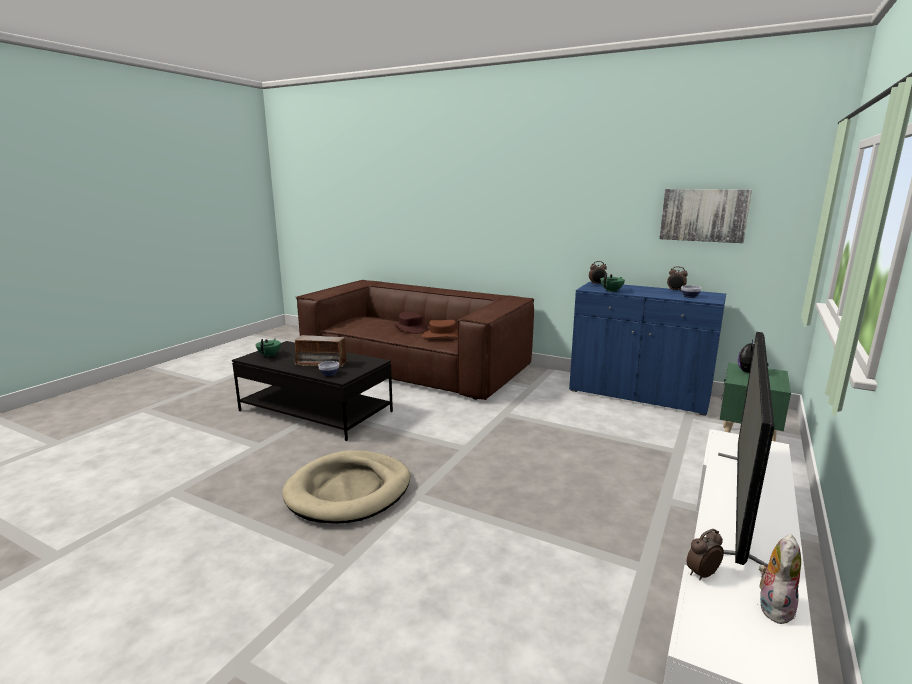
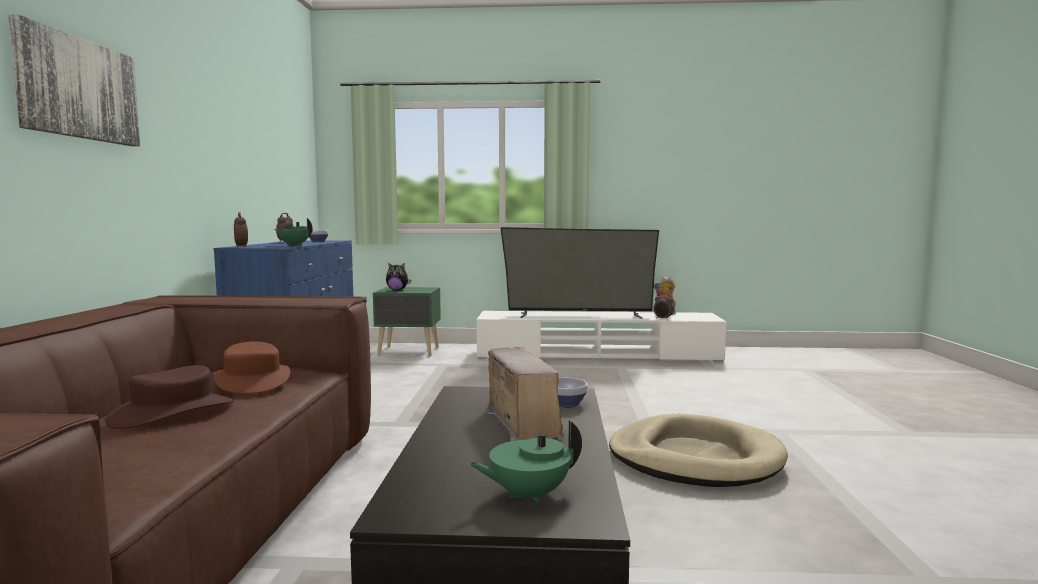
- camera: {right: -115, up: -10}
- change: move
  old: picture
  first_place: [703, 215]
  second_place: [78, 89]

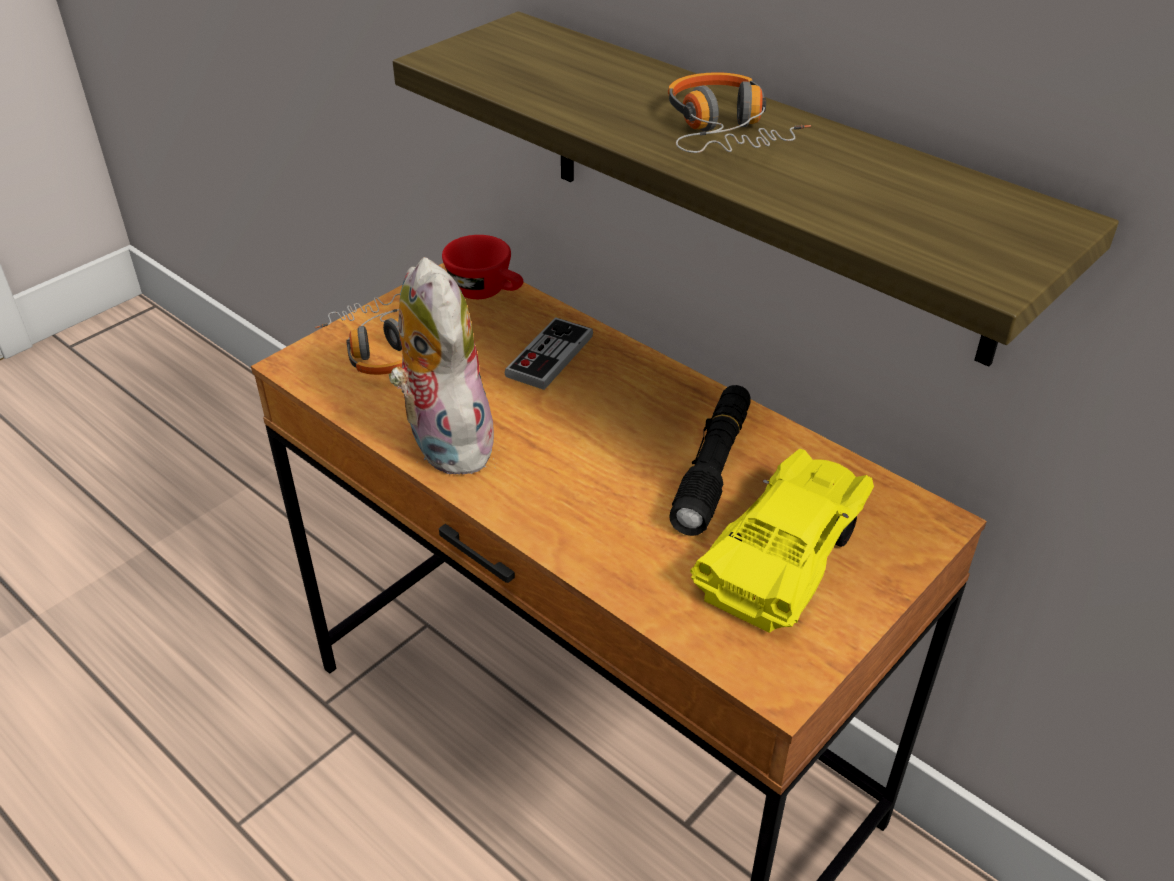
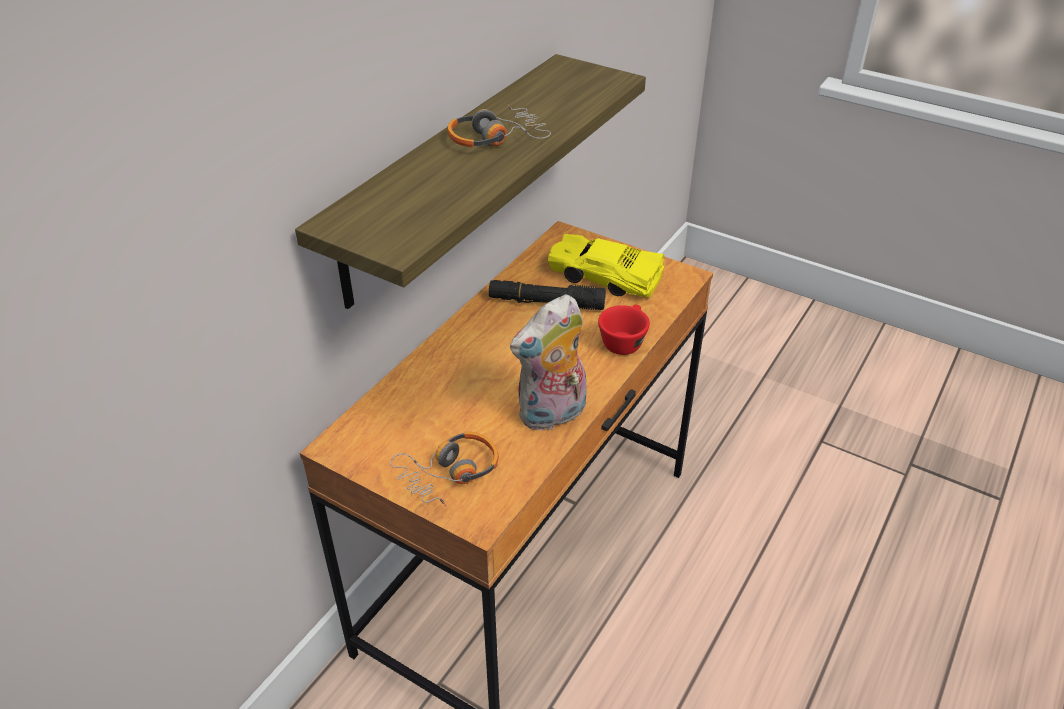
- camera: {right: -100, up: 0}
- change: move
  old: cup/red
  first_place: [487, 292]
  second_place: [623, 341]
- change: delete
  old: game controller
  first_place: [549, 356]

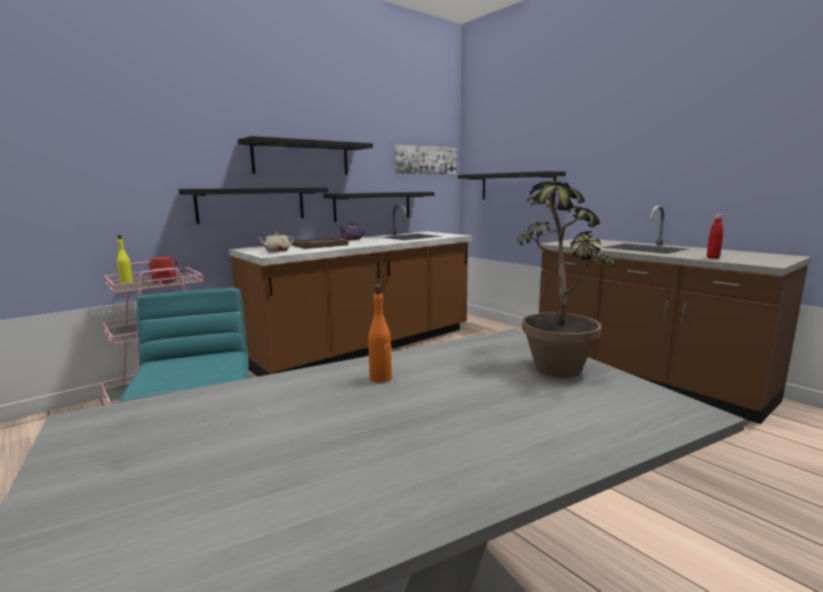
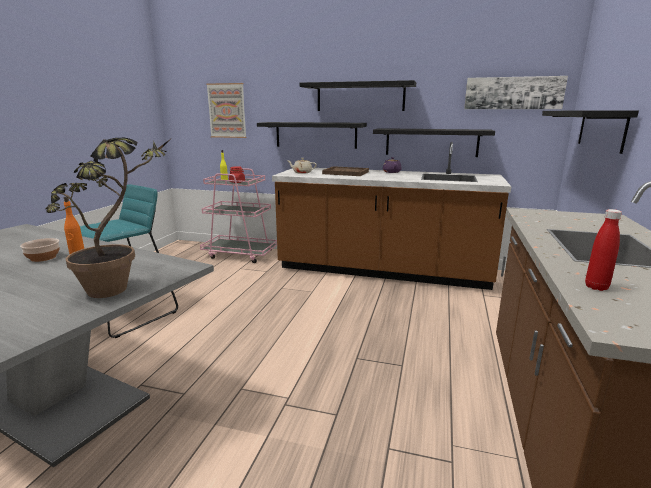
- camera: {right: 55, up: 5}
- change: insert
  new: bowl
  second_place: [44, 257]
- change: insert
  new: picture
  second_place: [227, 111]

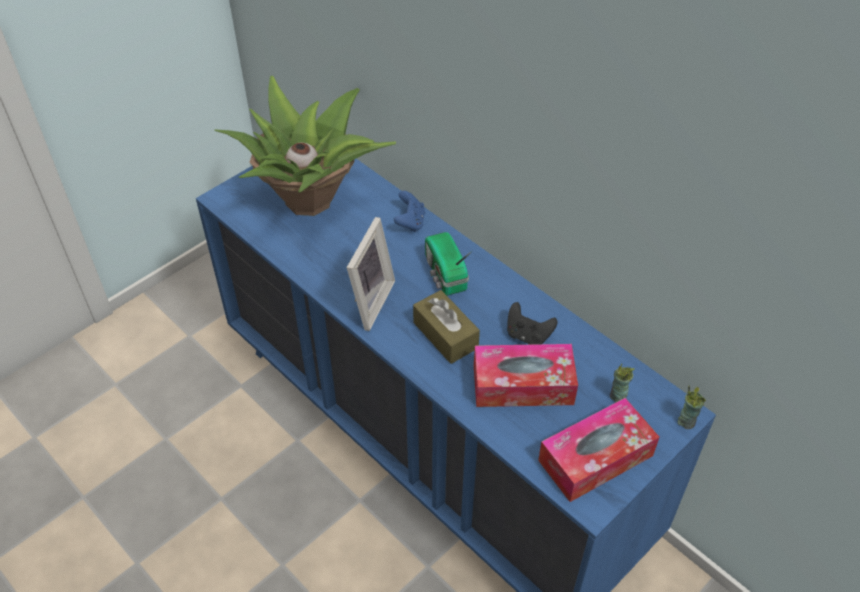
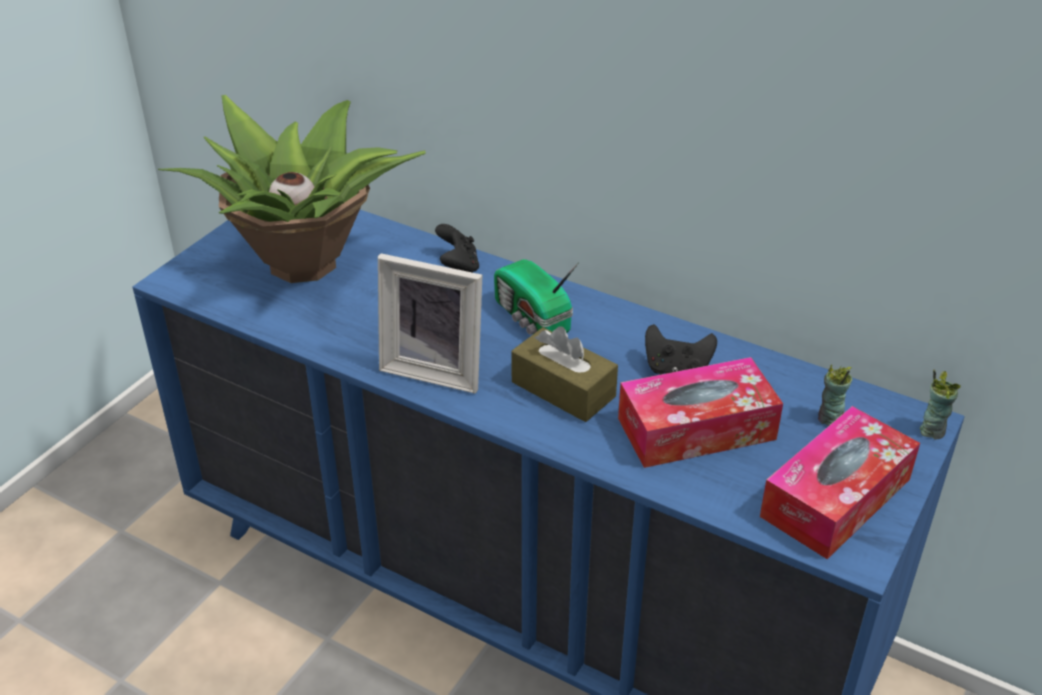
- camera: {right: -15, up: -10}
- change: rotate
  old: picture frame
  first_place: [367, 301]
  second_place: [435, 368]
  degrees: 105
- change: recolor
  old: game controller/blue
  new: game controller/black
  first_place: [410, 222]
  second_place: [458, 267]

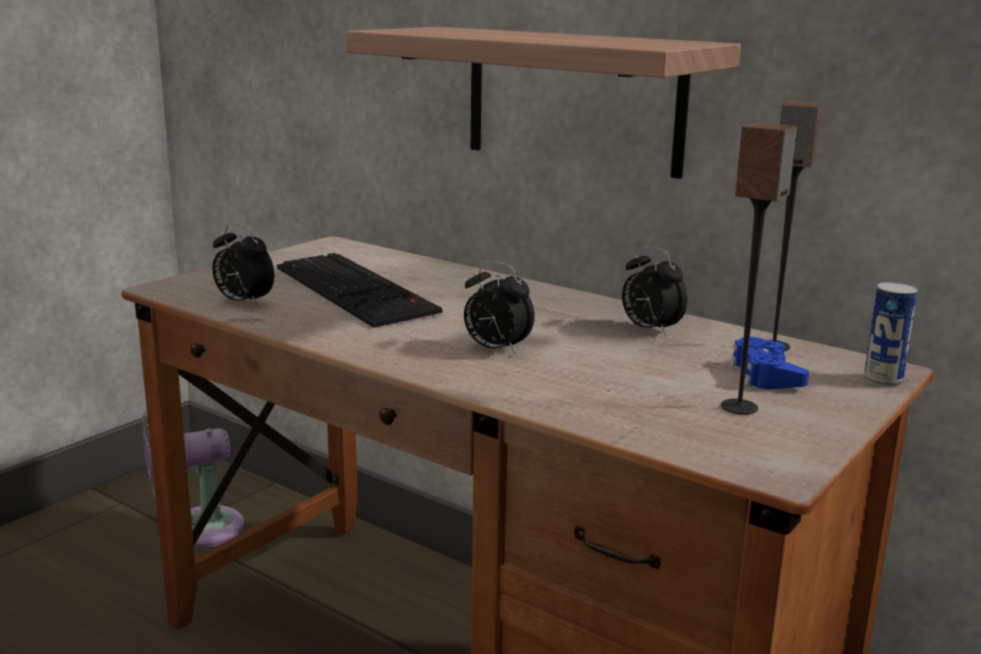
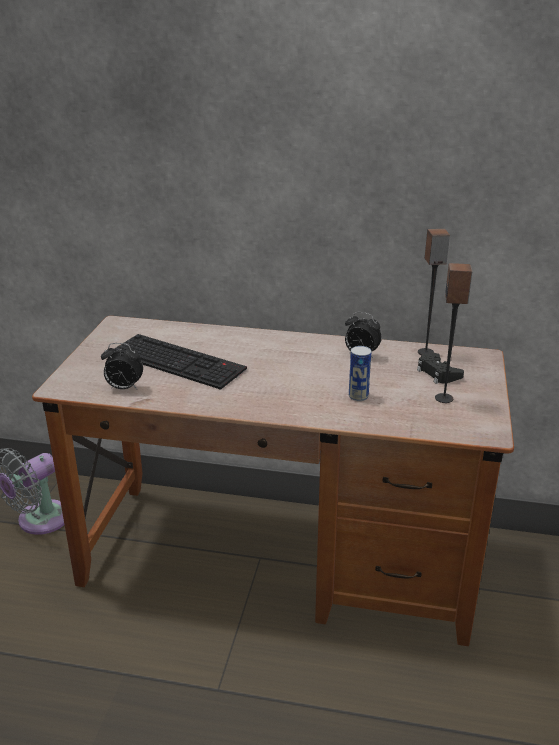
- camera: {right: -25, up: 10}
- change: move
  old: can
  first_place: [883, 380]
  second_place: [358, 396]
- change: recolor
  old: game controller/blue
  new: game controller/black
  first_place: [766, 375]
  second_place: [438, 373]
- change: delete
  old: shelf
  first_place: [573, 99]
- change: delete
  old: alarm clock
  first_place: [496, 350]

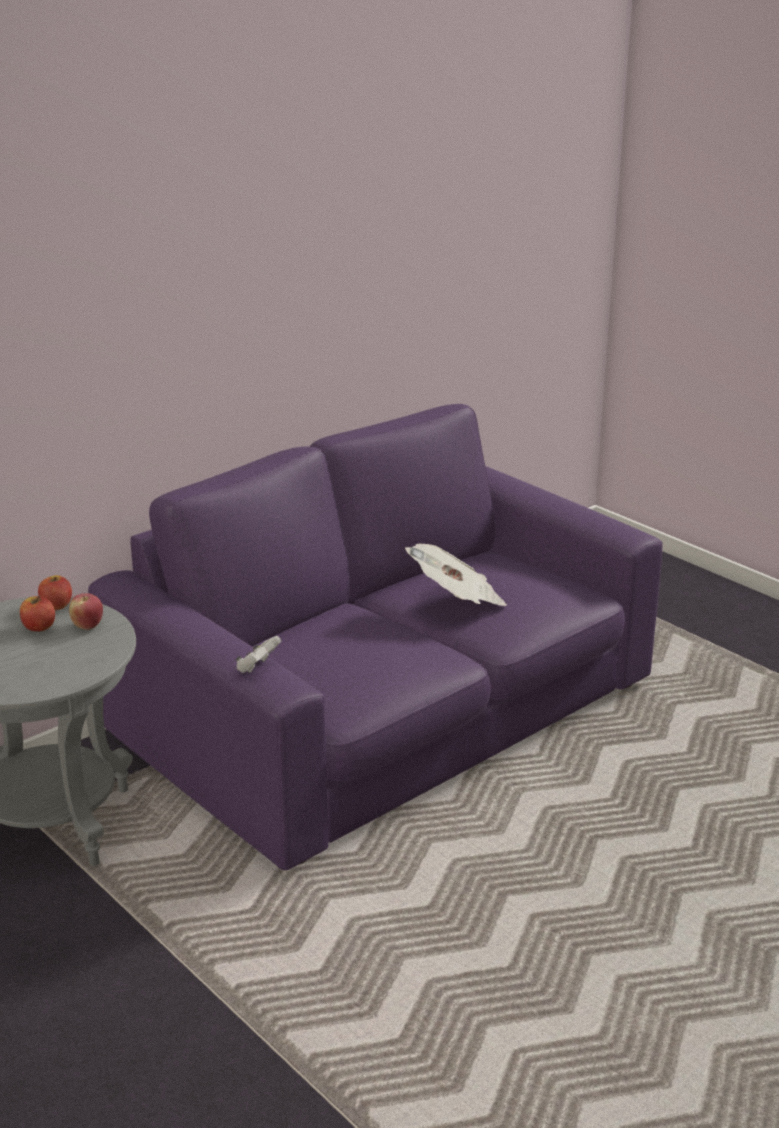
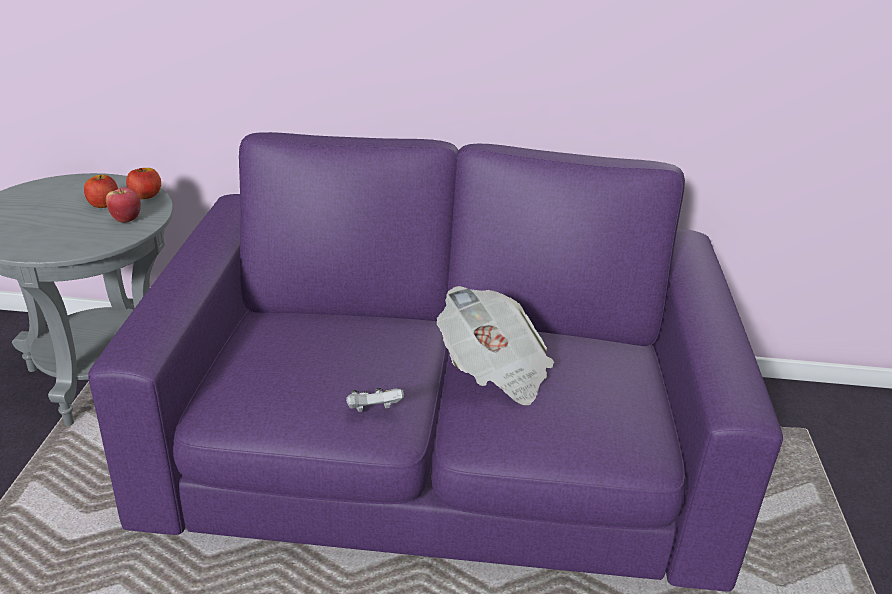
- camera: {right: 45, up: 5}
- change: move
  old: game controller/white
  first_place: [257, 667]
  second_place: [373, 411]

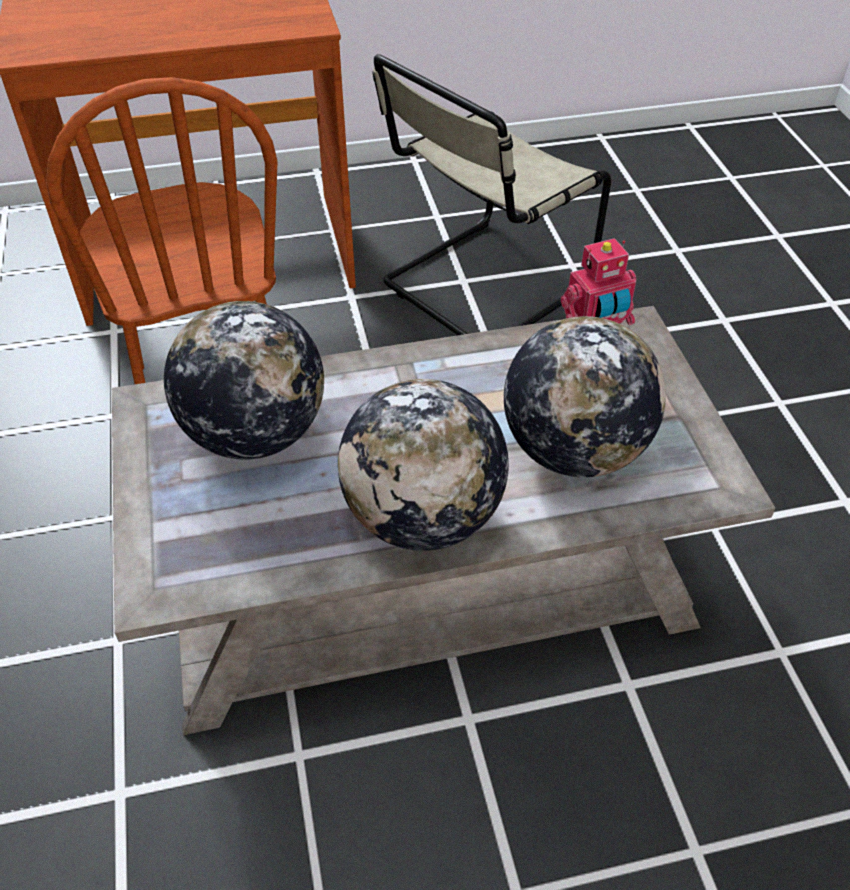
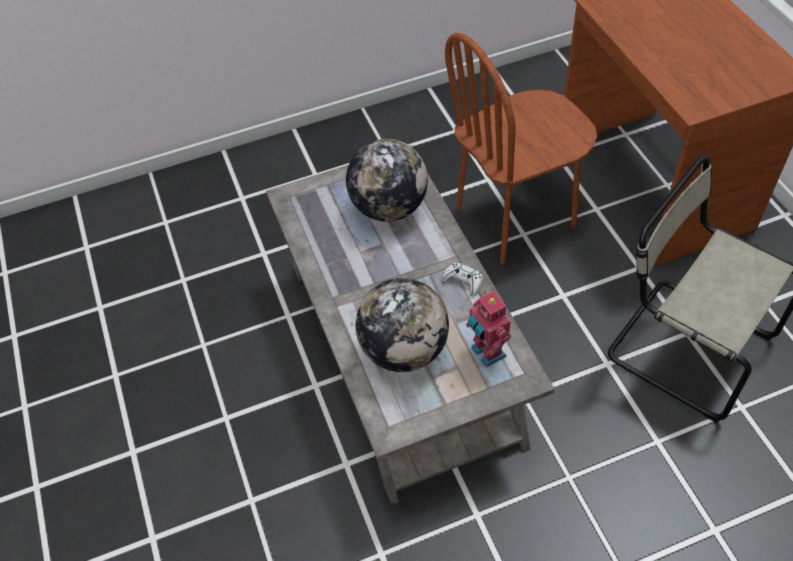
- camera: {right: 85, up: 5}
- change: insert
  new: game controller/white
  second_place: [463, 282]
- change: delete
  old: globe
  first_place: [423, 517]

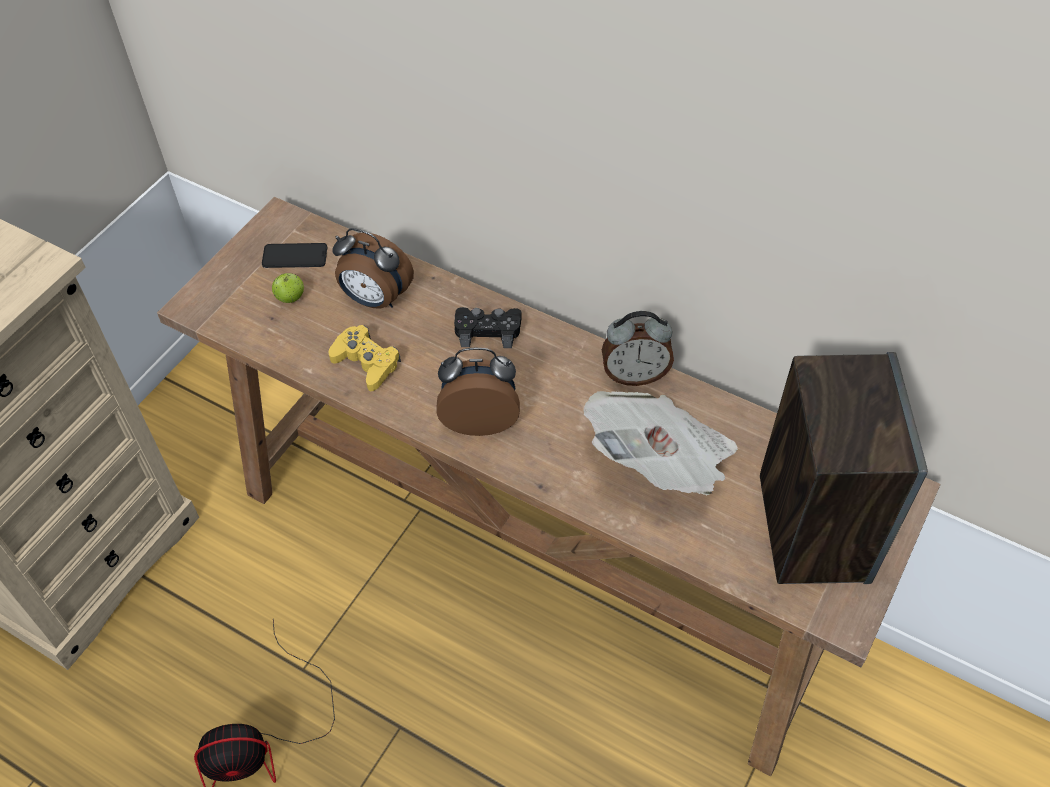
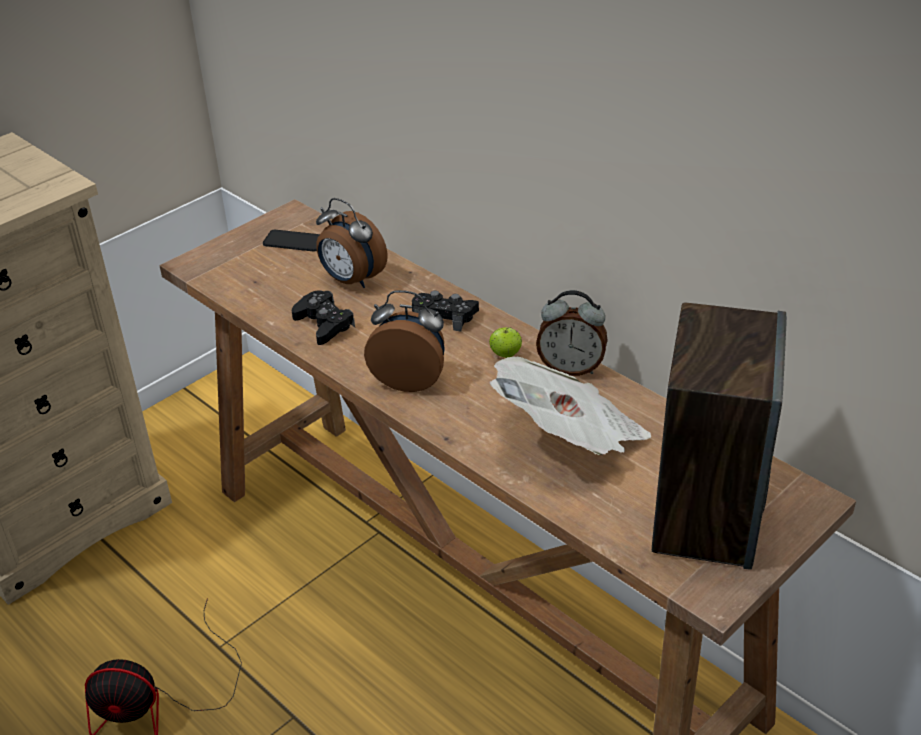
- camera: {right: 15, up: -15}
- change: recolor
  old: game controller/yellow
  new: game controller/black
  first_place: [366, 362]
  second_place: [324, 324]
- change: move
  old: apple
  first_place: [290, 298]
  second_place: [505, 354]

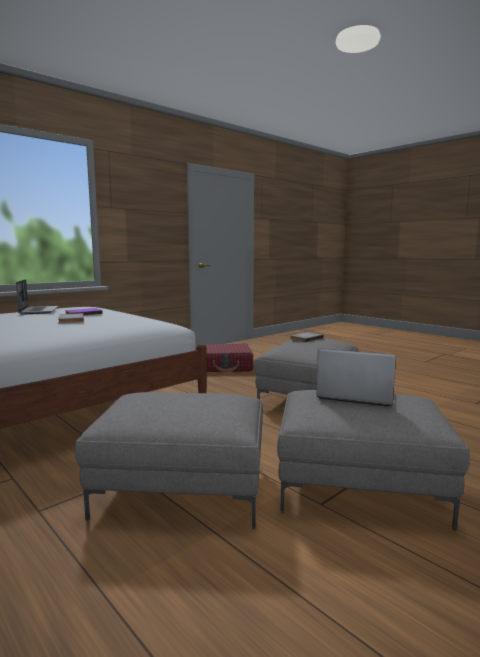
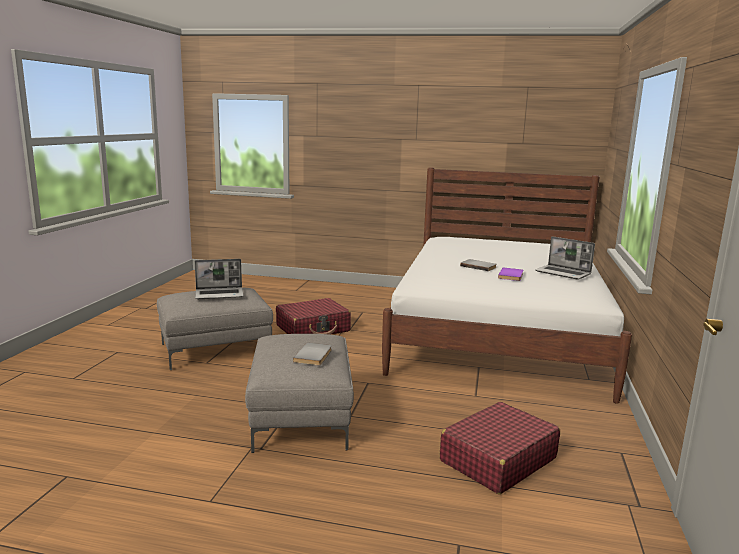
- camera: {right: 145, up: 5}
- change: replace
  old: ottoman/grey
  new: suitcase/red
  first_place: [179, 491]
  second_place: [313, 329]

